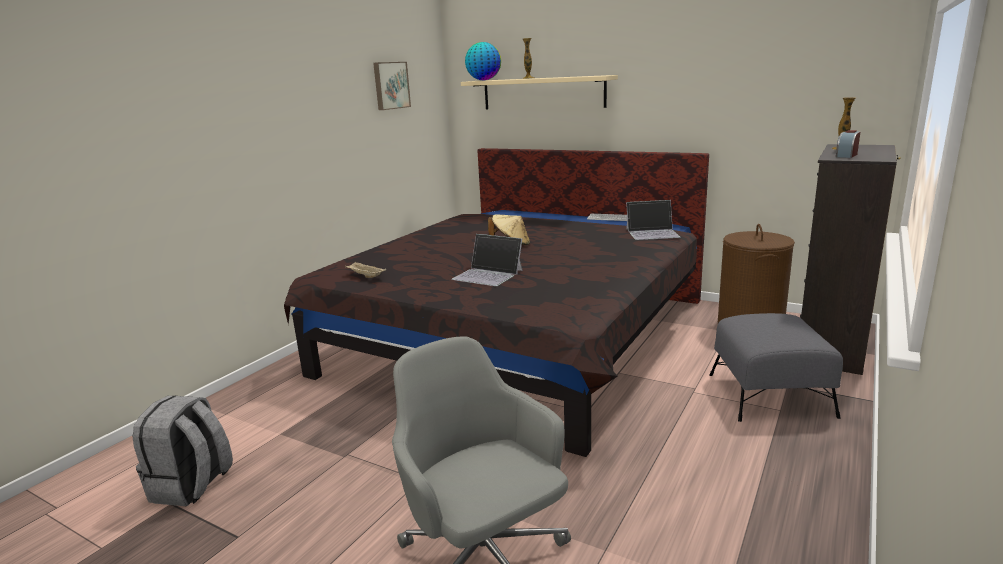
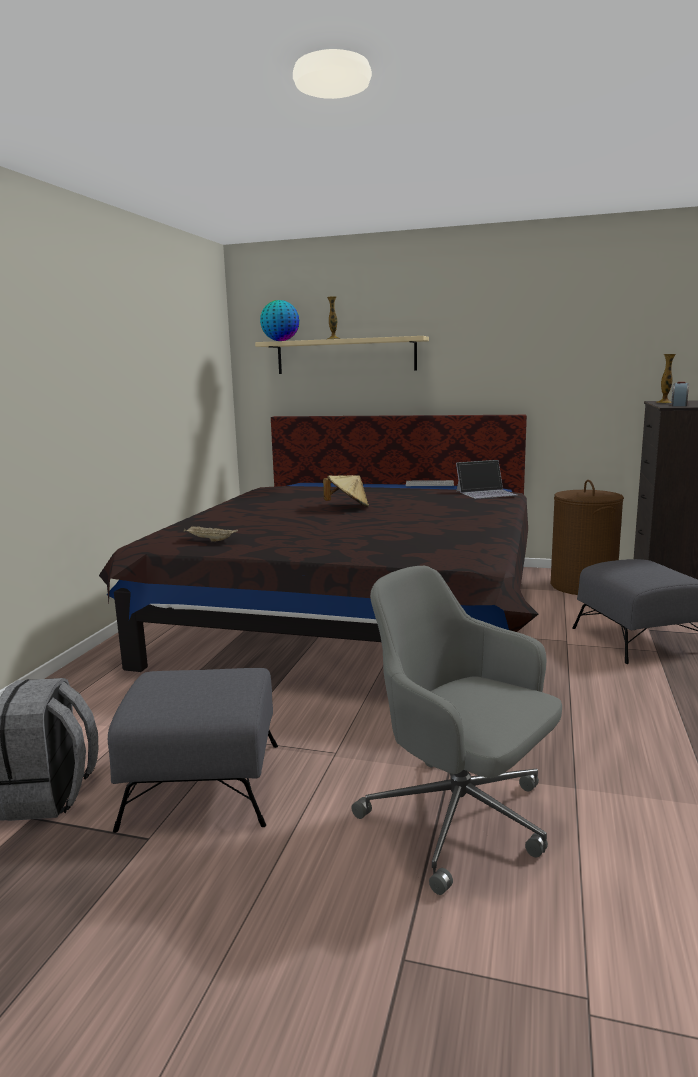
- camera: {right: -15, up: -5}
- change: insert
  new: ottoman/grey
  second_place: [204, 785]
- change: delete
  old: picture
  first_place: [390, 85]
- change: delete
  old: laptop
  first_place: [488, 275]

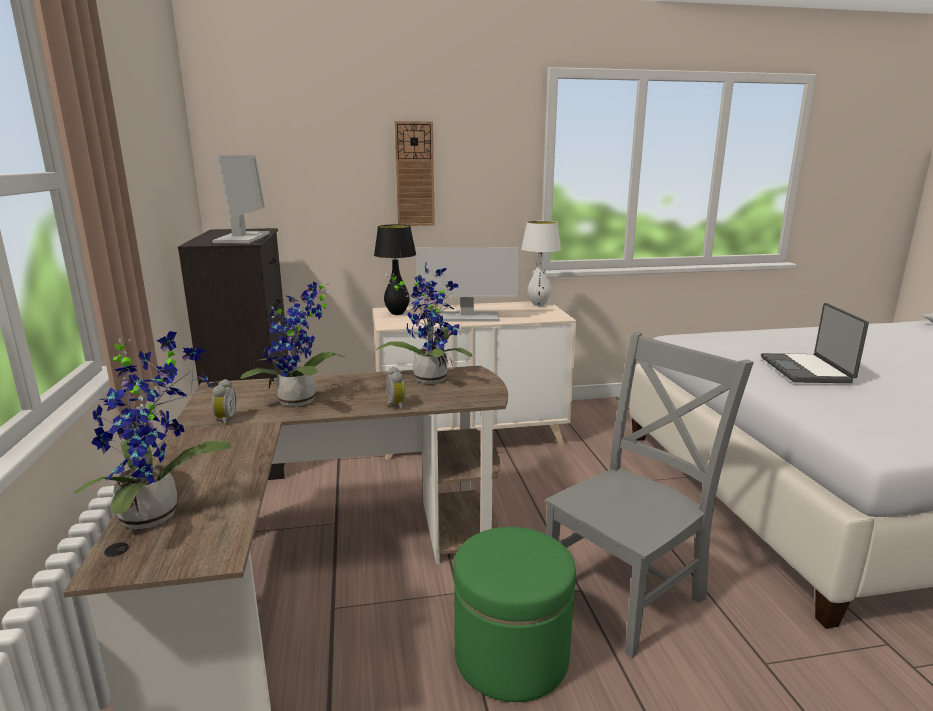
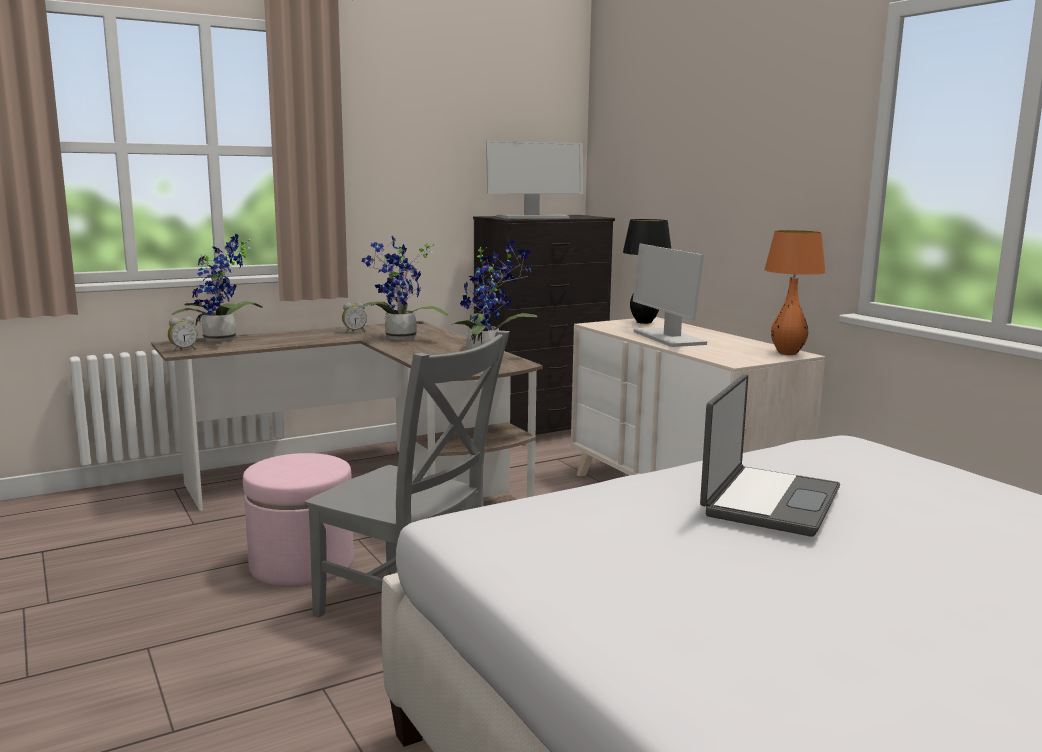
- camera: {right: 70, up: -5}
- change: move
  old: alarm clock
  first_place: [394, 405]
  second_place: [183, 350]
- change: recolor
  old: ottoman/green
  new: ottoman/pink
  first_place: [511, 655]
  second_place: [302, 564]
- change: rotate
  old: laptop
  first_place: [807, 370]
  second_place: [768, 502]
  degrees: 135
- change: recolor
  old: table lamp/white
  new: table lamp/orange
  first_place: [538, 304]
  second_place: [787, 353]
- change: delete
  old: wall clock
  first_place: [414, 174]

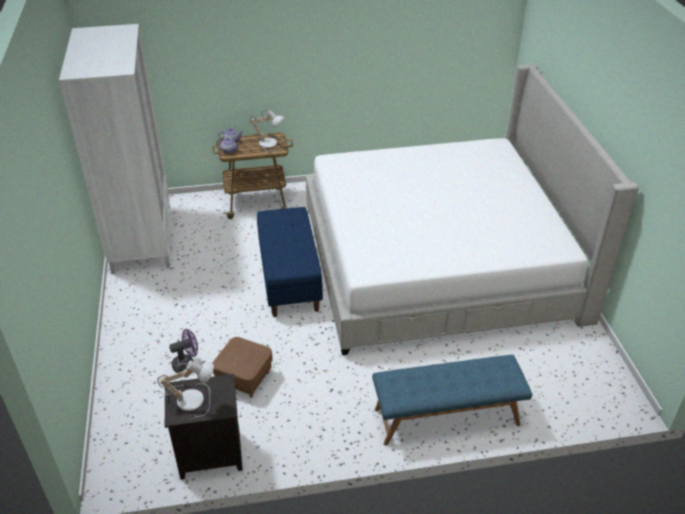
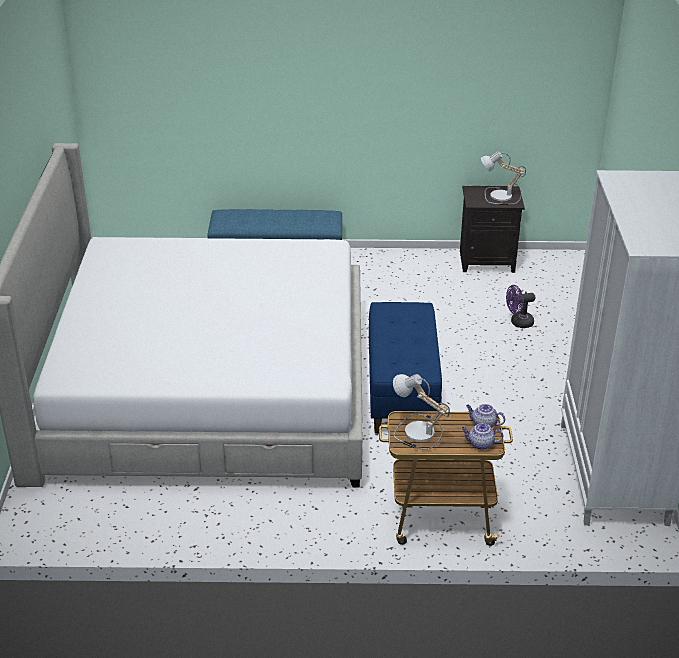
- camera: {right: -170, up: -5}
- change: delete
  old: ottoman/brown
  first_place: [244, 378]

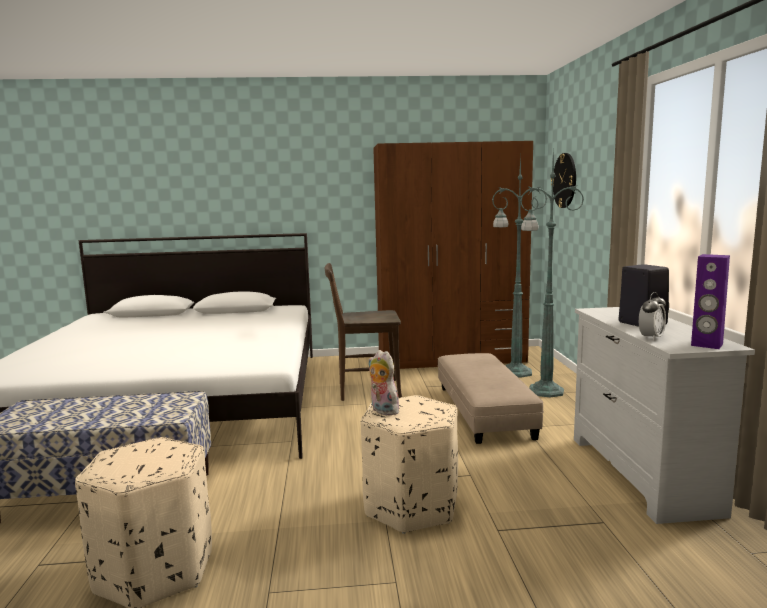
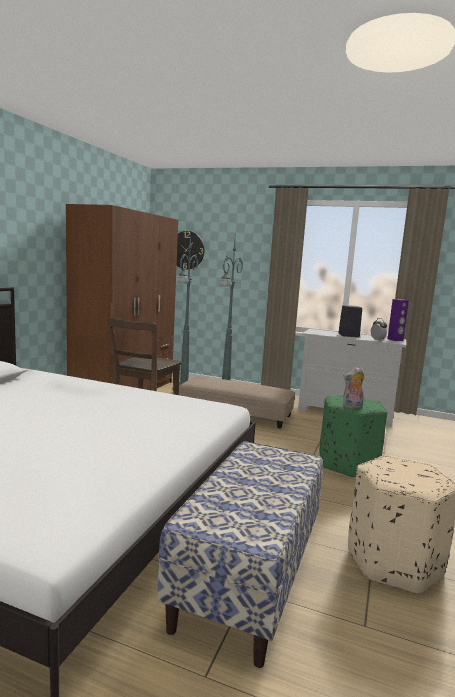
- camera: {right: -65, up: 0}
- change: recolor
  old: ottoman/beige
  new: ottoman/green
  first_place: [411, 507]
  second_place: [348, 464]

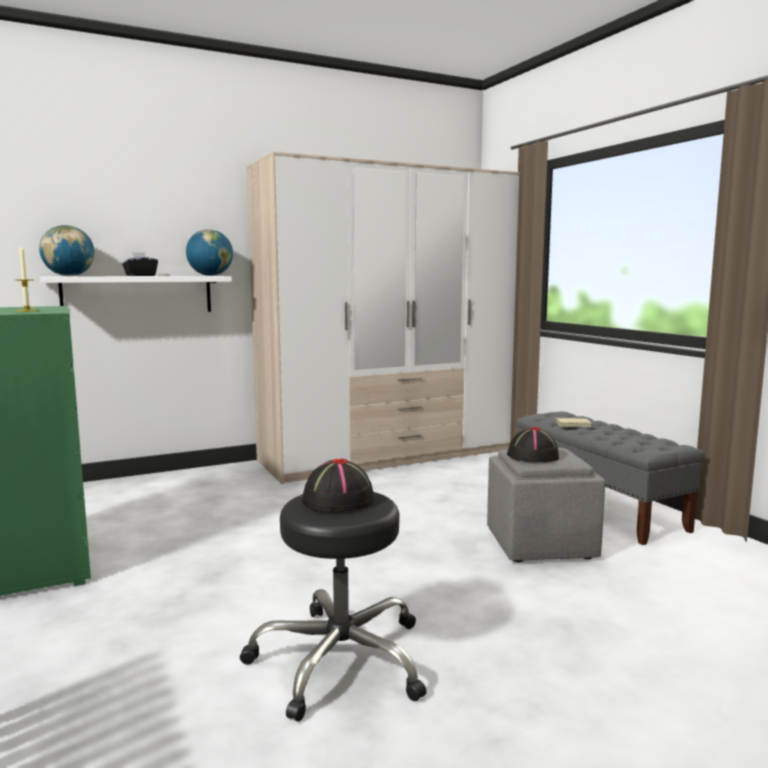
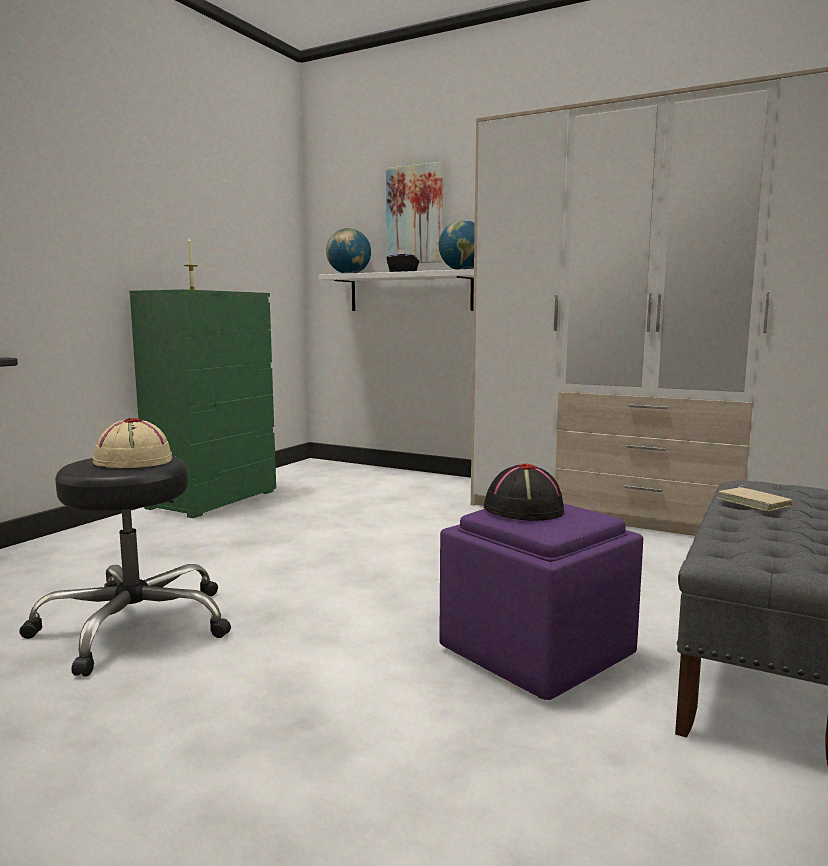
- camera: {right: 55, up: 0}
- change: recolor
  old: hat/black
  new: hat/beige
  first_place: [337, 501]
  second_place: [132, 461]
- change: insert
  new: picture
  second_place: [415, 215]
- change: recolor
  old: ottoman/grey
  new: ottoman/purple
  first_place: [541, 543]
  second_place: [539, 654]

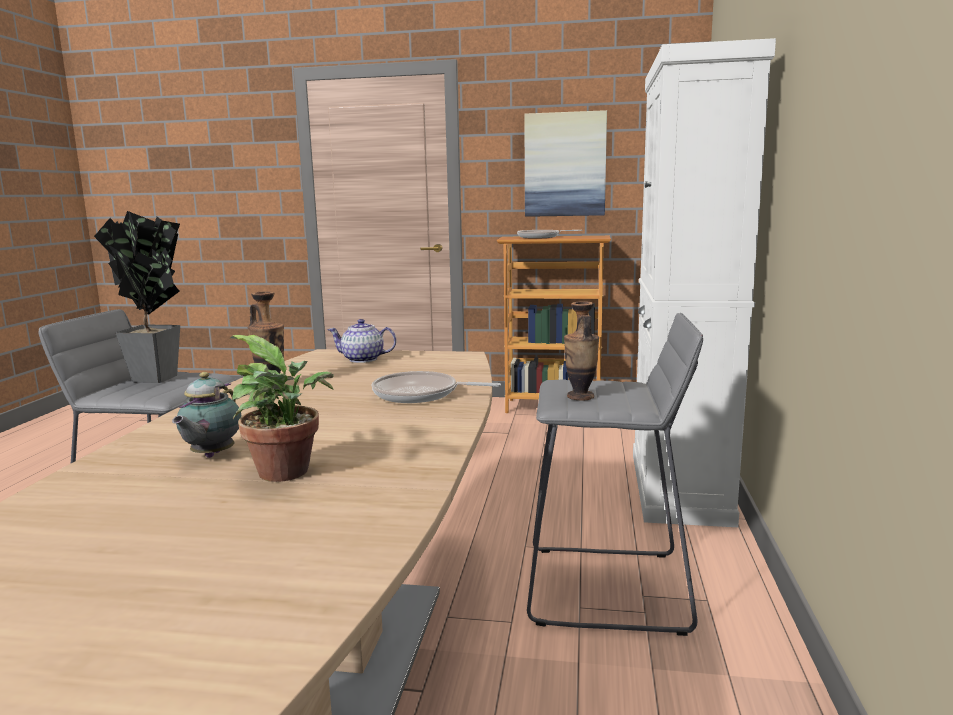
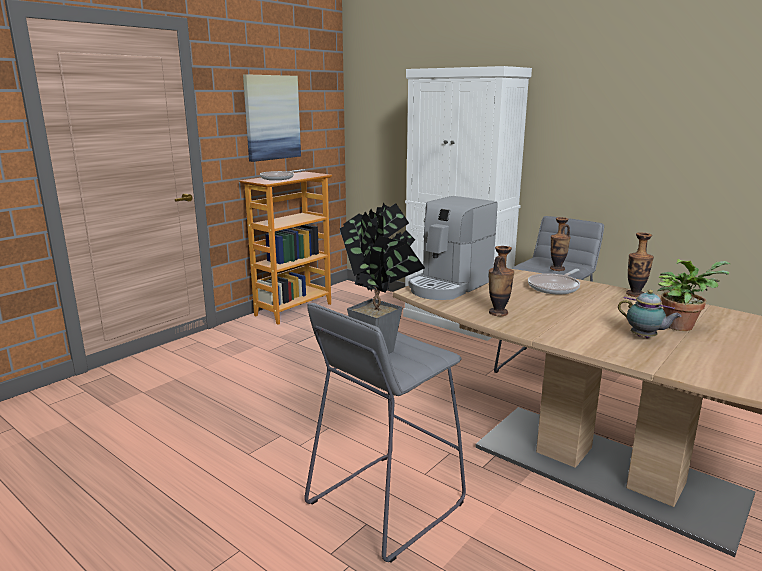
- camera: {right: -60, up: 5}
- change: replace
  old: teapot
  new: coffee machine
  first_place: [363, 359]
  second_place: [449, 286]
- change: insert
  new: vase
  second_place: [635, 294]

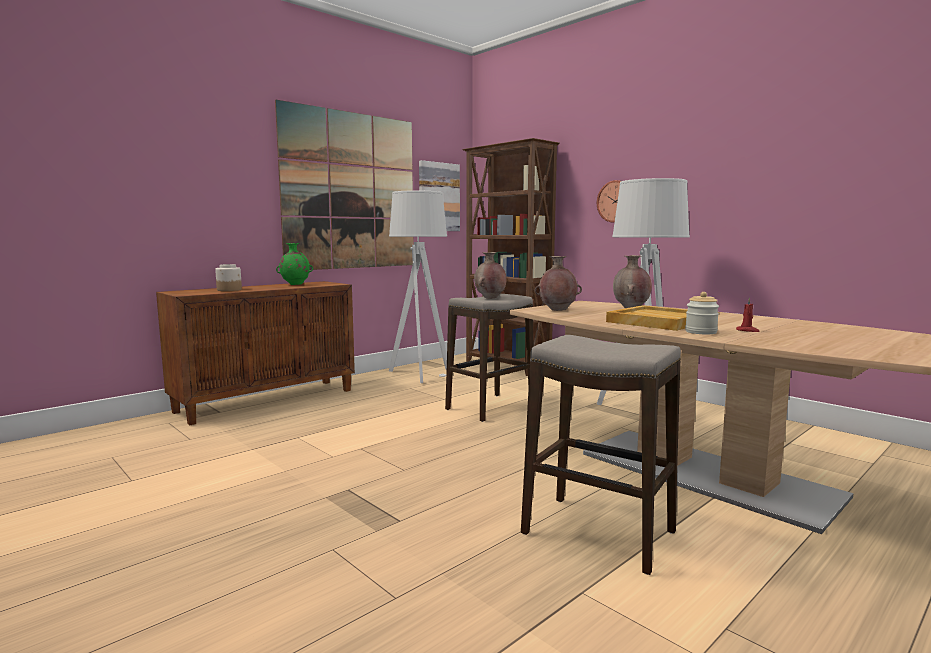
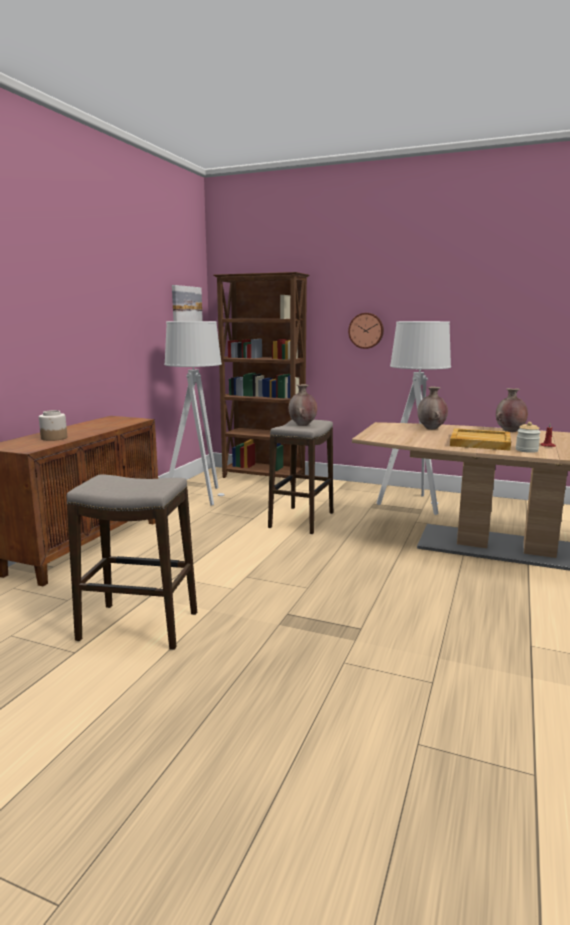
- camera: {right: -25, up: 5}
- change: move
  old: stool
  first_place: [598, 533]
  second_place: [139, 627]
- change: move
  old: vase/brown
  first_place: [557, 310]
  second_place: [509, 431]
- change: delete
  old: picture
  first_place: [351, 191]
- change: delete
  old: vase/green
  first_place: [295, 284]

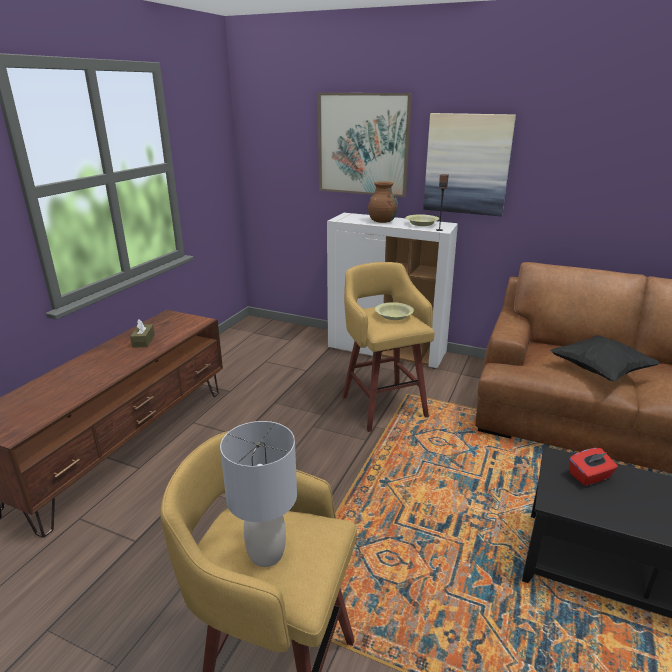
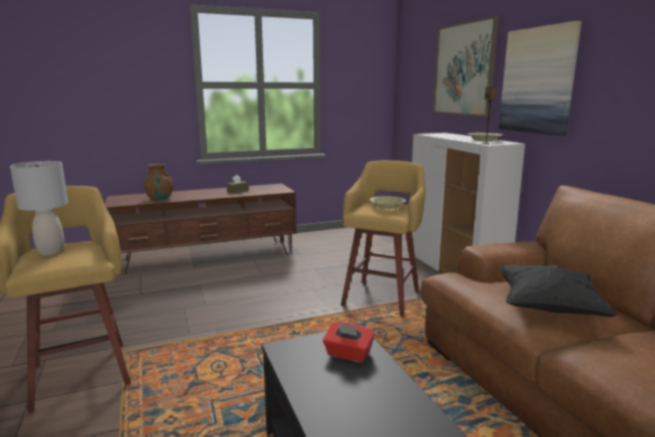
- camera: {right: 45, up: -10}
- change: move
  old: vase/brown
  first_place: [382, 221]
  second_place: [160, 198]

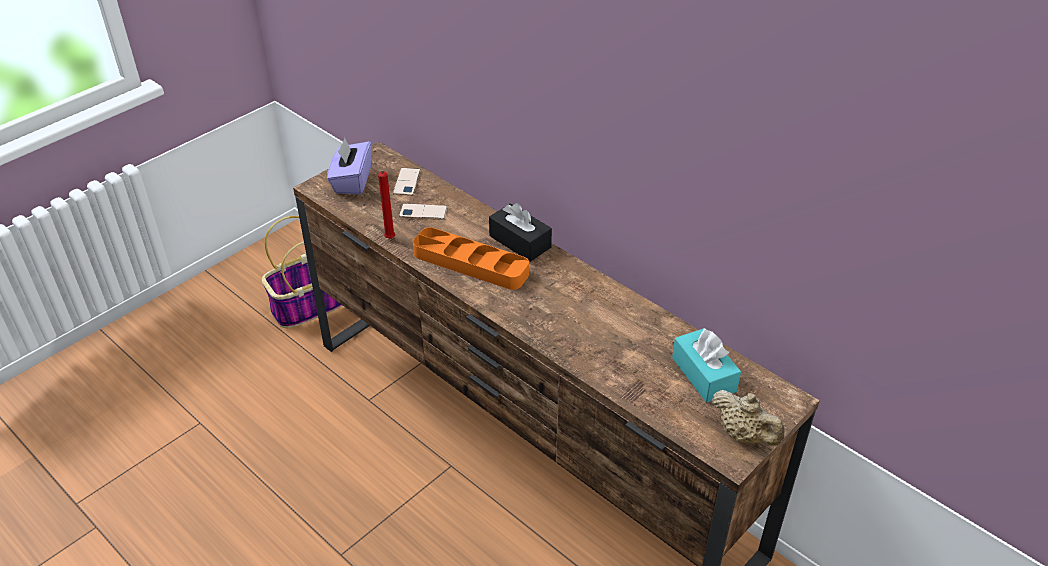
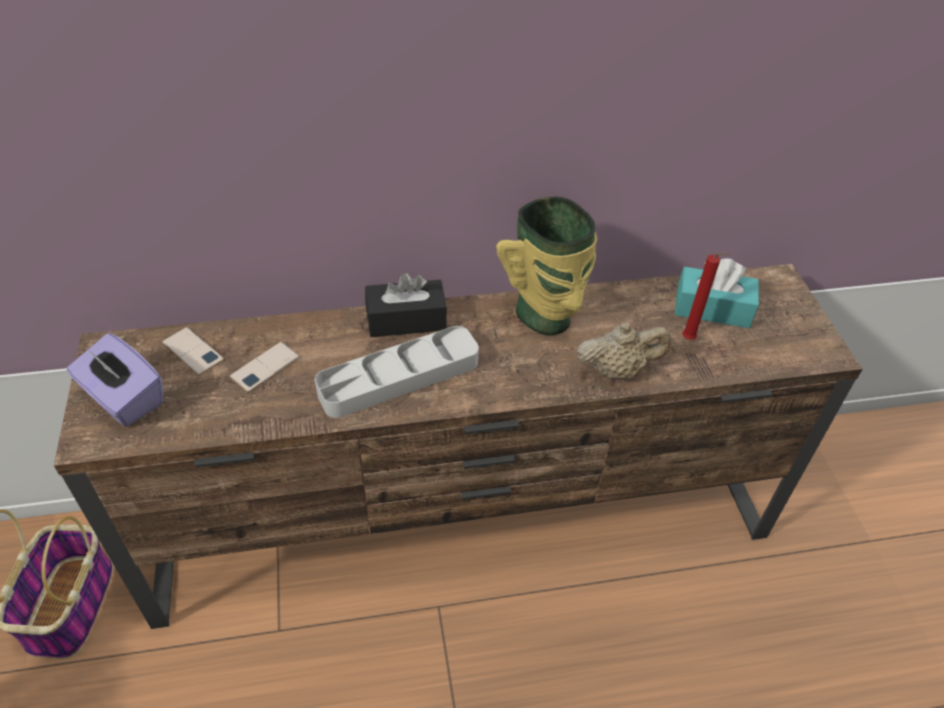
- camera: {right: -55, up: 5}
- change: recolor
  old: tray/orange
  new: tray/grey
  first_place: [470, 264]
  second_place: [399, 377]
- change: insert
  new: vase
  second_place: [545, 318]
- change: move
  old: teapot/beige
  first_place: [744, 435]
  second_place: [617, 370]
- change: move
  old: candle/red
  first_place: [389, 239]
  second_place: [690, 340]

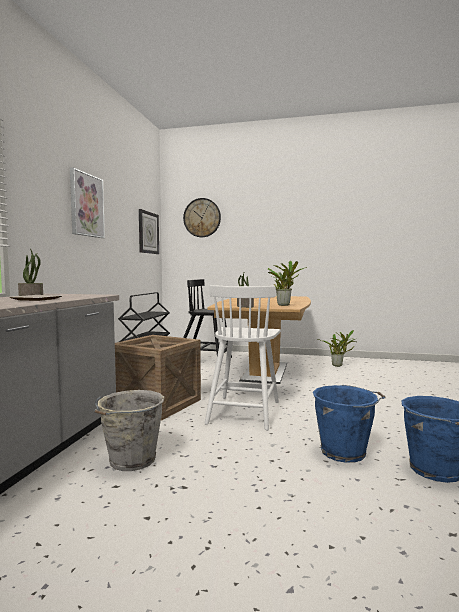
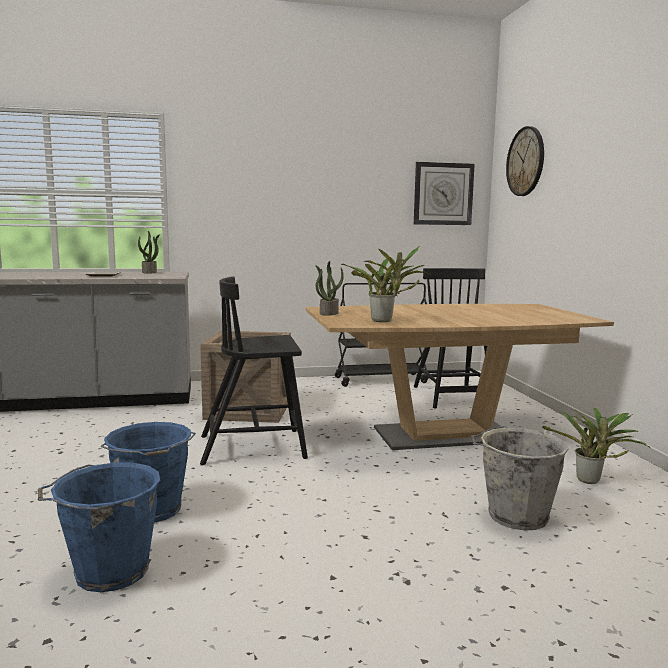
- camera: {right: 65, up: 5}
- change: recolor
  old: chair/white
  new: chair/black
  first_place: [244, 411]
  second_place: [254, 446]
- change: move
  old: bucket/grey
  first_place: [131, 461]
  second_place: [515, 516]
- change: delete
  old: picture
  first_place: [86, 205]

